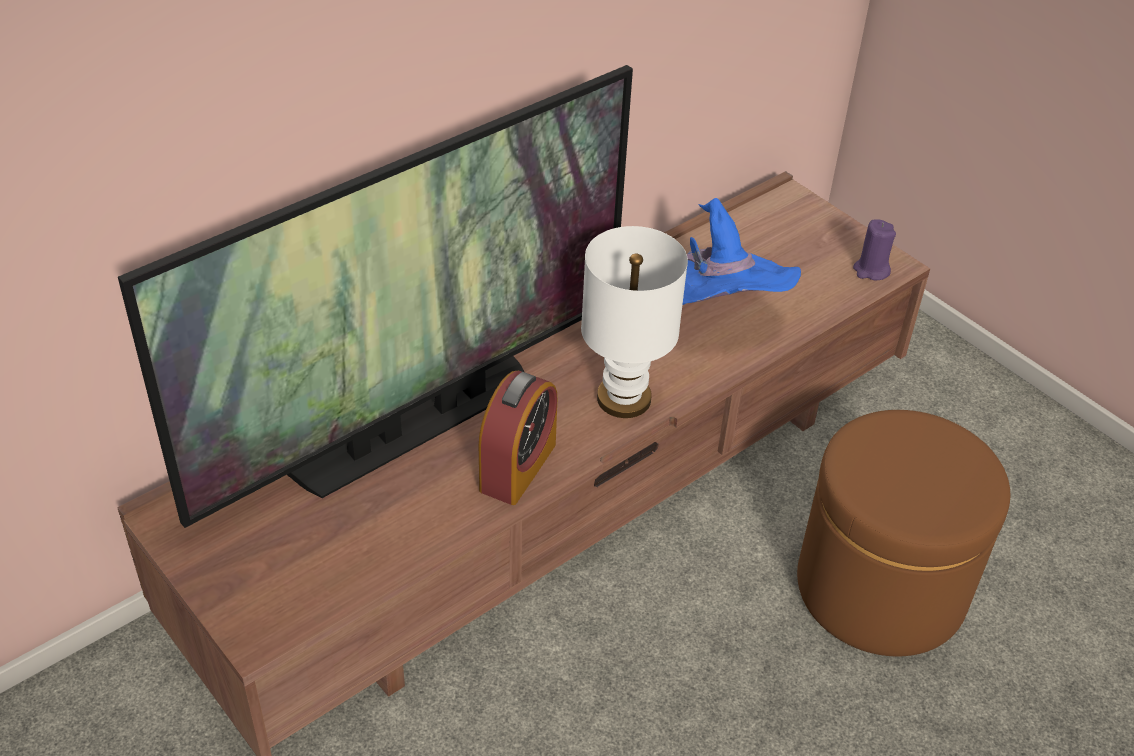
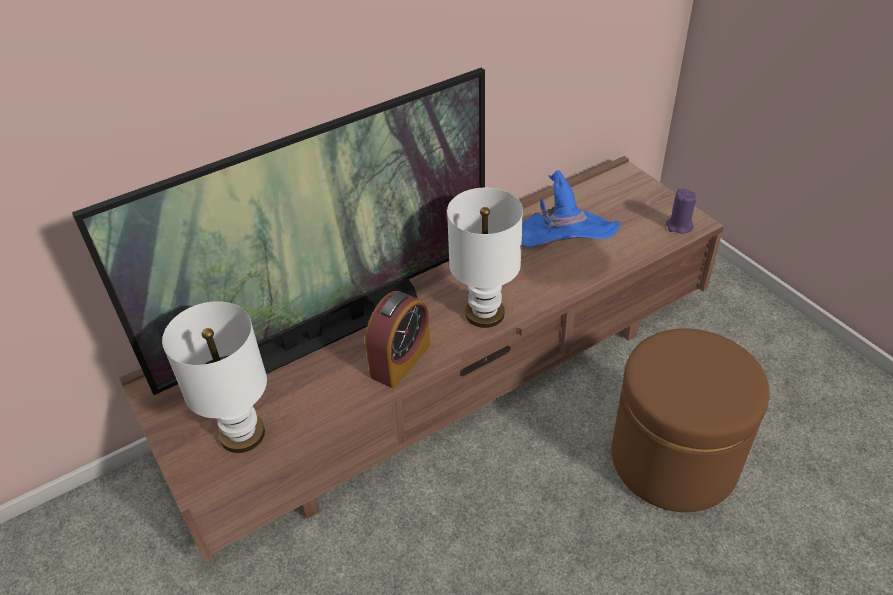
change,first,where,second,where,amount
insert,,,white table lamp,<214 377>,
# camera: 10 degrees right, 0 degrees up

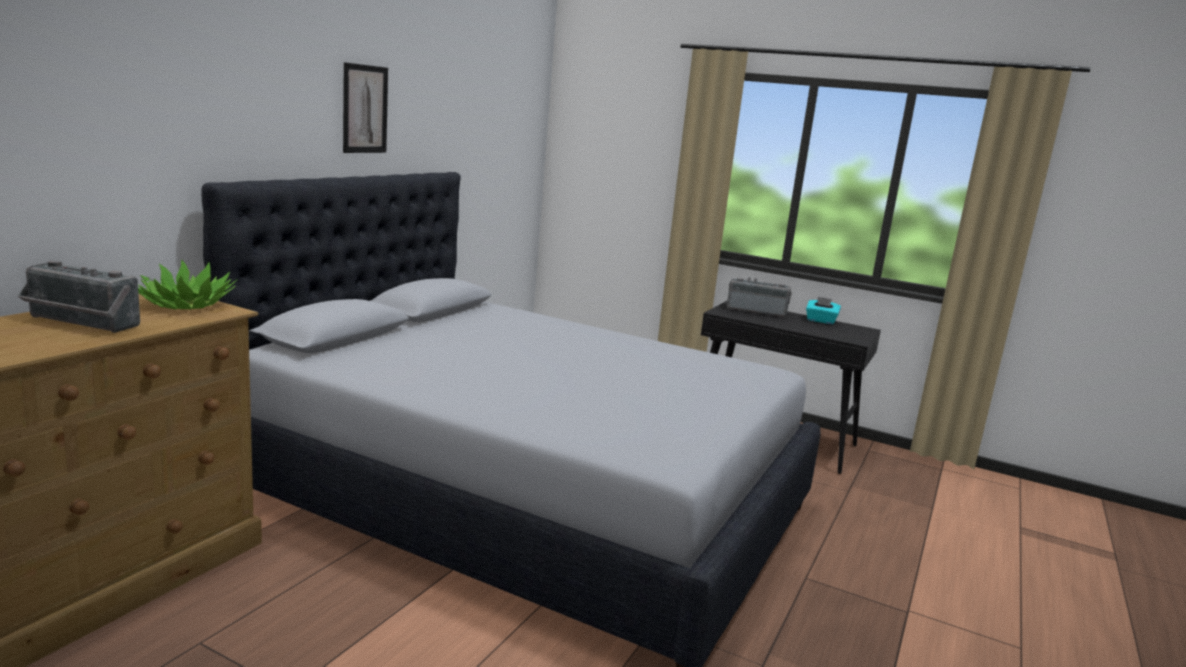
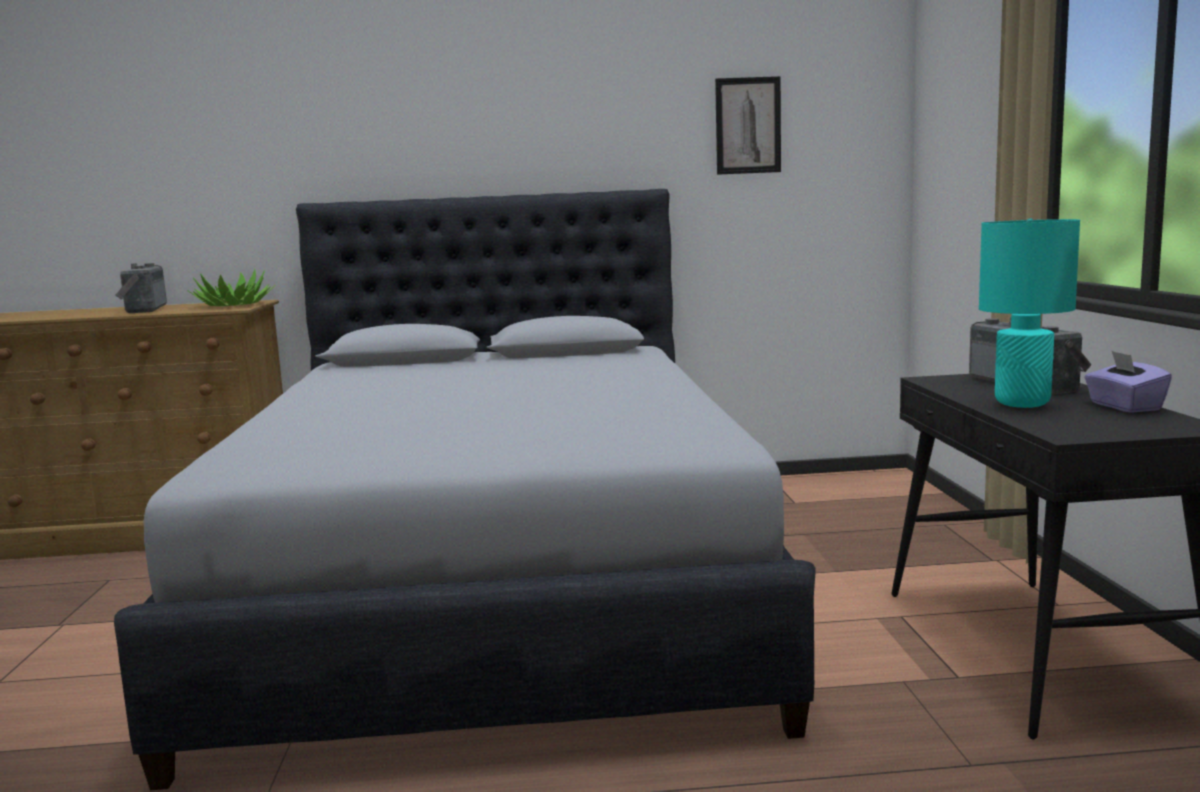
change,first,where,second,where,amount
move,picture,<365 107>,,<748 125>,
recolor,turquoise tissue box,<823 310>,purple tissue box,<1128 381>,
insert,,,turquoise table lamp,<1029 313>,
# camera: 60 degrees right, 5 degrees down

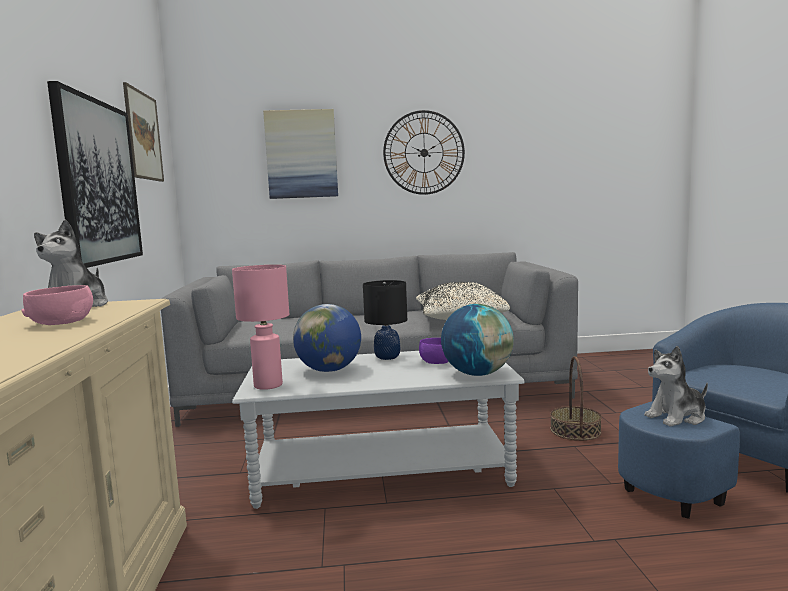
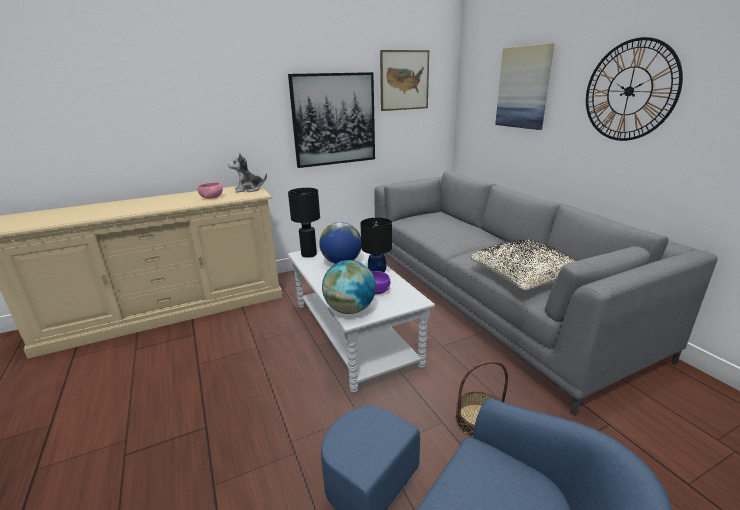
change,first,where,second,where,amount
recolor,pink table lamp,<260 327>,black table lamp,<304 223>,
delete,plush toy,<676 386>,,,
# camera: 70 degrees right, 15 degrees up

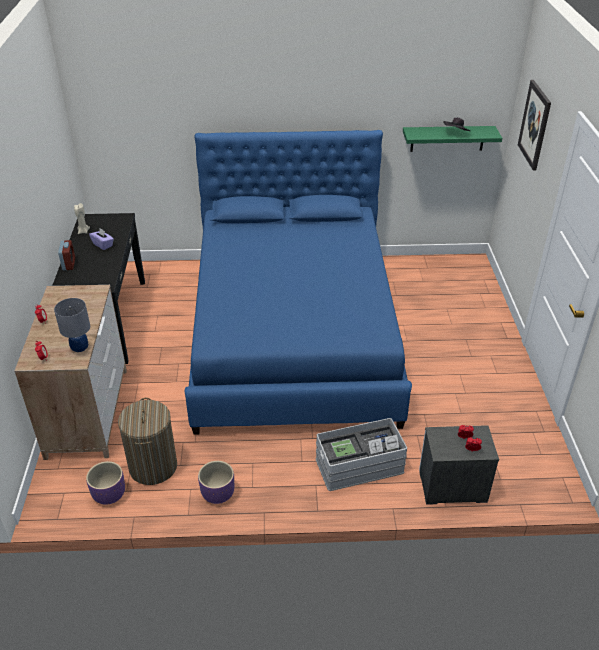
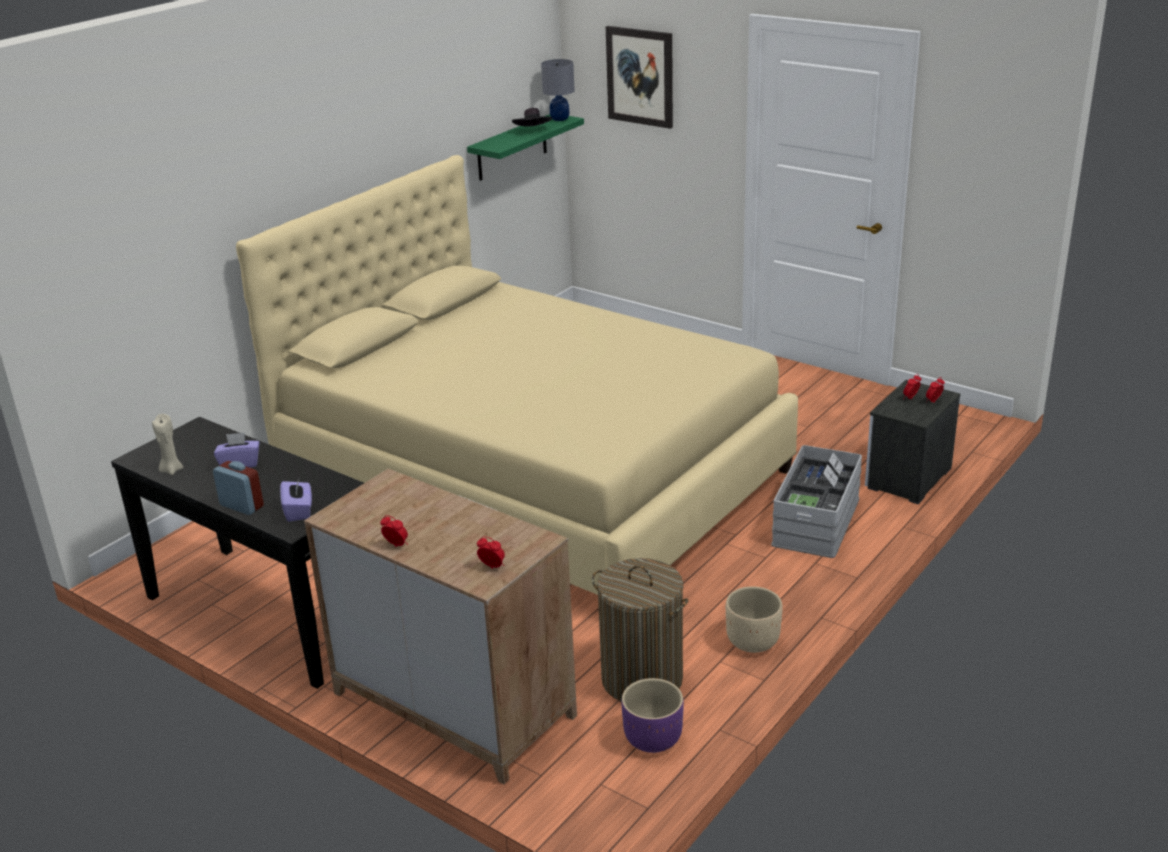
change,first,where,second,where,amount
recolor,blue bed,<298 282>,beige bed,<517 375>,
move,grey table lamp,<72 325>,,<558 90>,
recolor,purple planter,<216 482>,beige planter,<754 619>,
insert,,,purple tissue box,<296 500>,
# camera: 50 degrees left, 10 degrees down

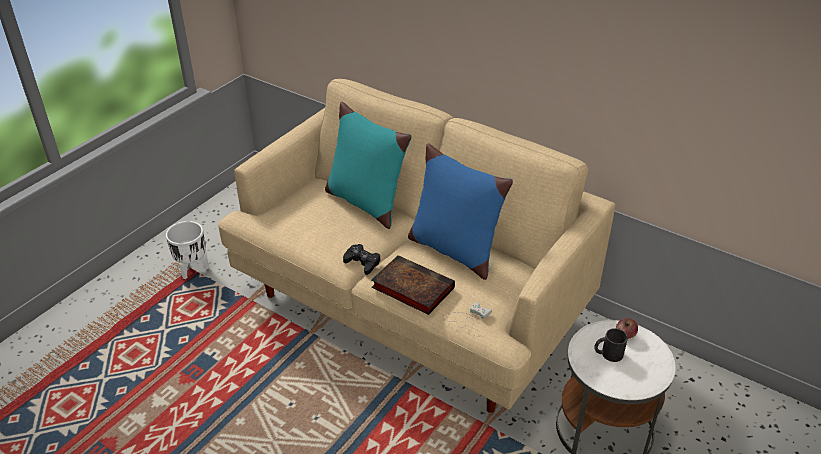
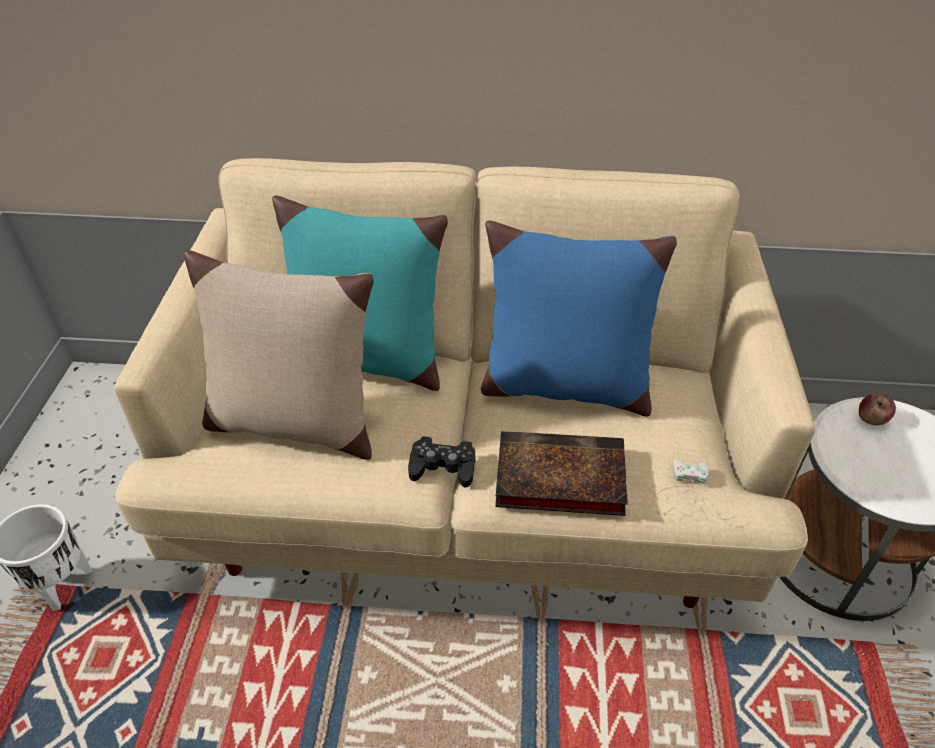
change,first,where,second,where,amount
delete,black mug,<611 345>,,,
insert,,,beige pillow,<279 355>,
# camera: 30 degrees left, 5 degrees up

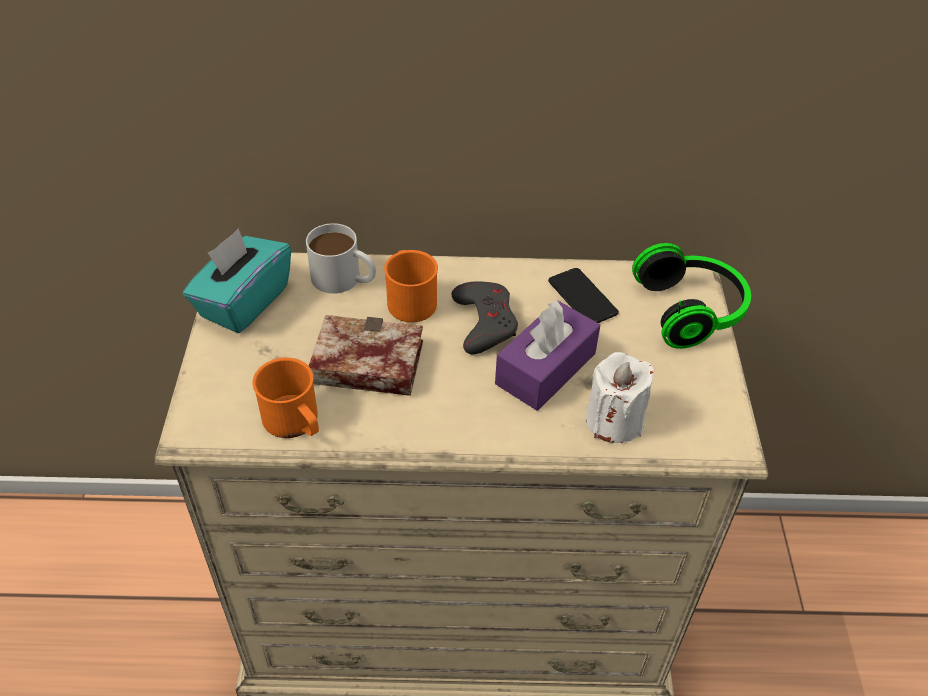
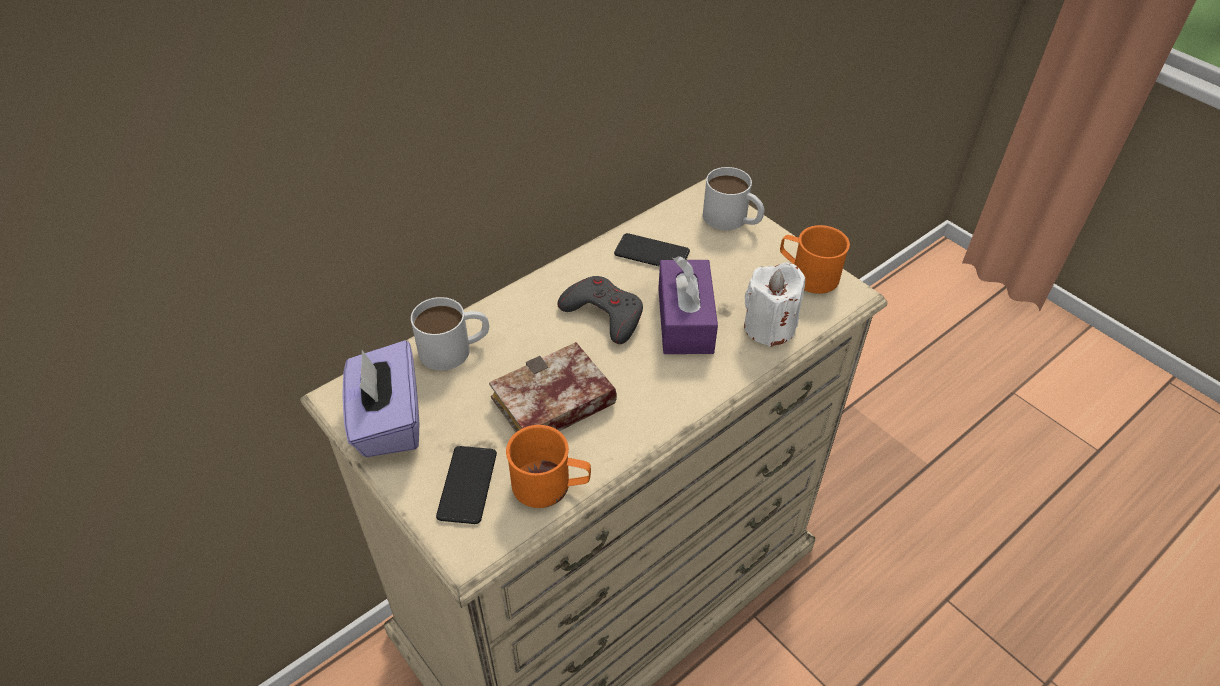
change,first,where,second,where,amount
recolor,turquoise tissue box,<237 280>,purple tissue box,<380 398>,
replace,headphones,<691 296>,white mug,<733 198>,
move,orange mug,<411 286>,,<815 259>,
insert,,,phone,<466 485>,
# camera: 40 degrees left, 0 degrees up

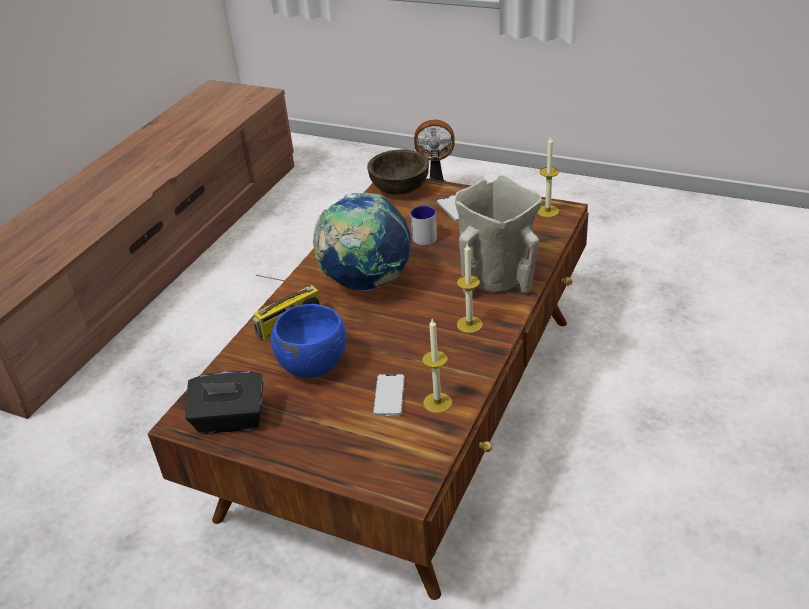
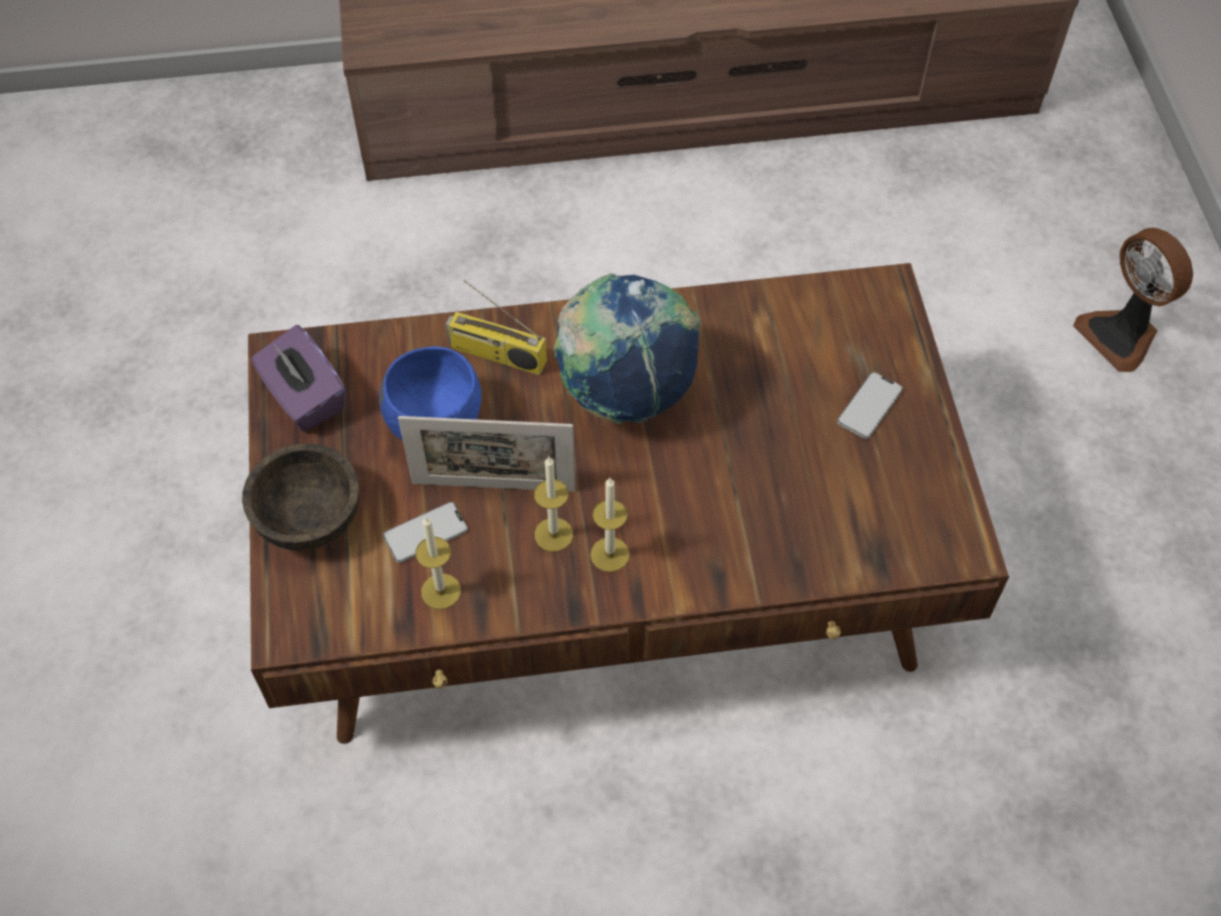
change,first,where,second,where,amount
move,candle,<548 176>,,<553 504>,
move,brown bowl,<398 172>,,<300 497>,
delete,beige vase,<498 235>,,,
delete,mug,<423 225>,,,
recolor,black tissue box,<224 402>,purple tissue box,<298 378>,
insert,,,picture frame,<487 454>,
# camera: 55 degrees right, 20 degrees up

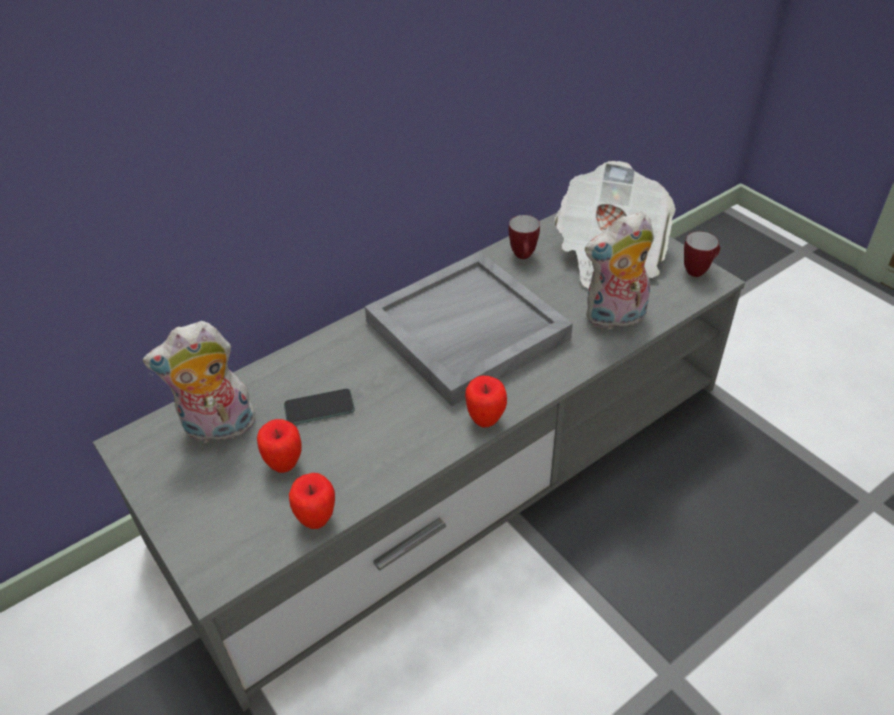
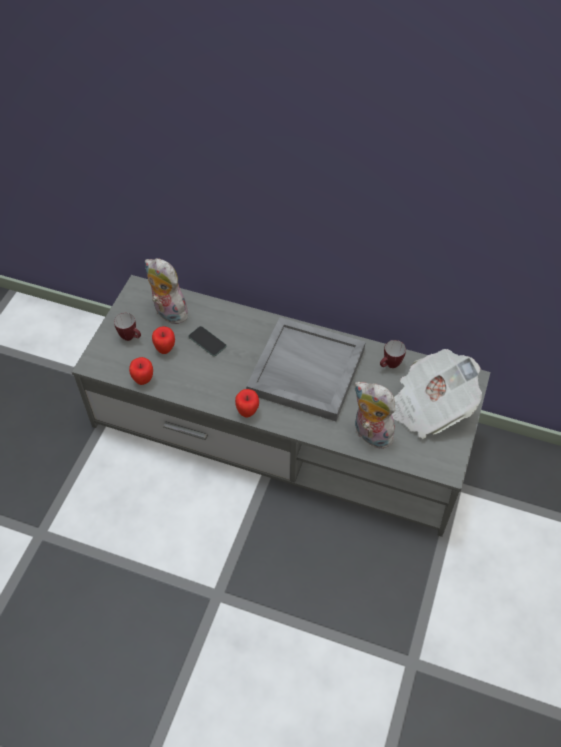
change,first,where,second,where,amount
move,mug,<702 254>,,<127 327>,
# camera: 55 degrees right, 10 degrees up

